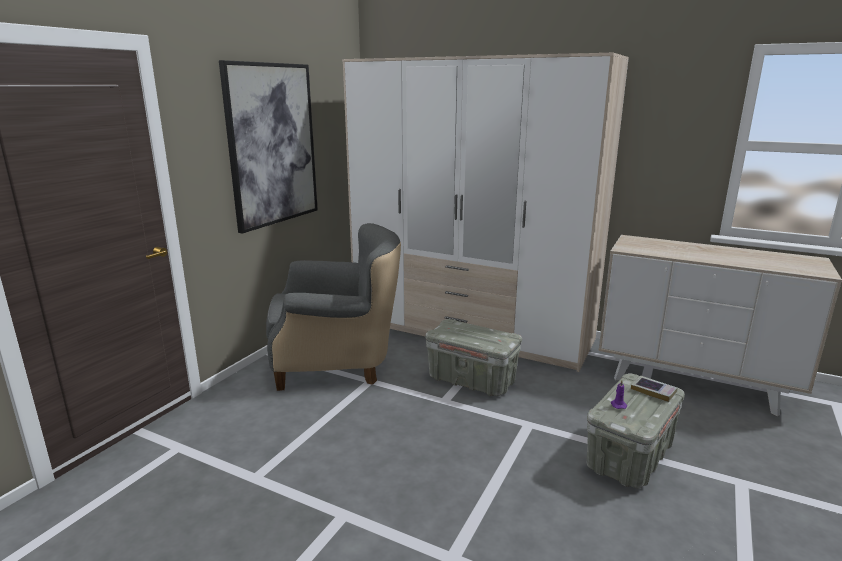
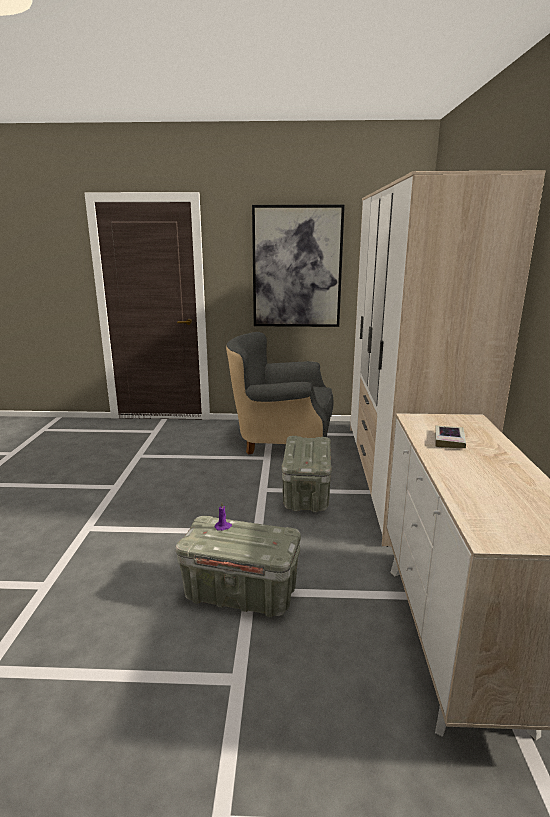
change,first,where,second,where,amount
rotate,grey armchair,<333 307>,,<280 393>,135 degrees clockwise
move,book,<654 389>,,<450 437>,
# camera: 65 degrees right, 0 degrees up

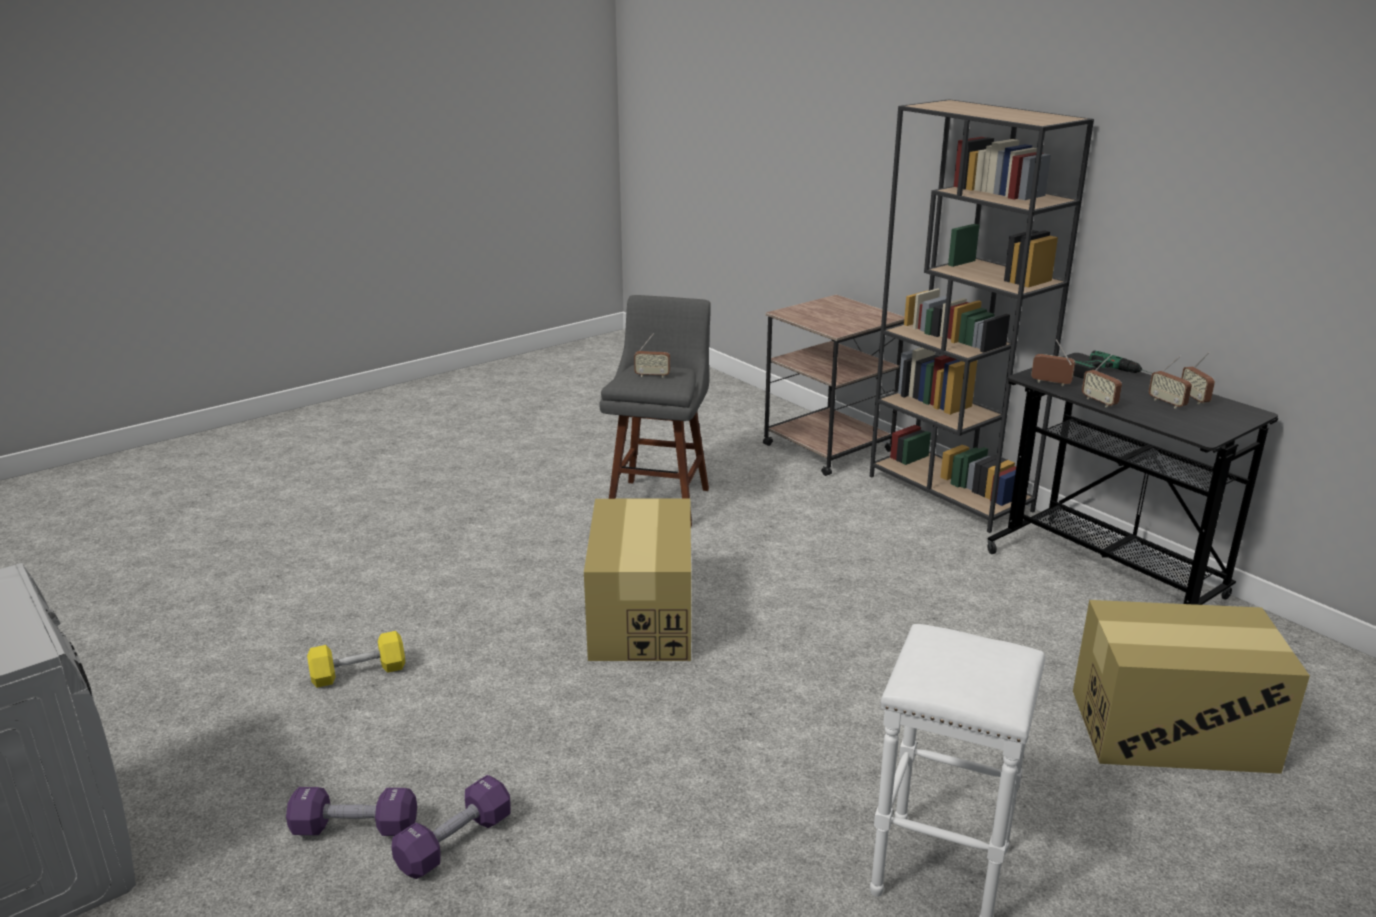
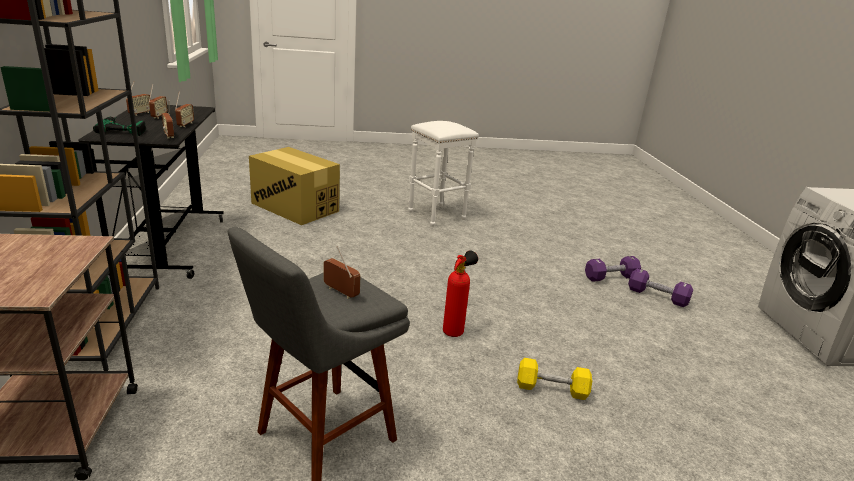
change,first,where,second,where,amount
replace,cardboard box,<637 580>,fire extinguisher,<460 293>,
move,yellow dumbbell,<356 659>,,<554 379>,
# camera: 150 degrees left, 0 degrees up

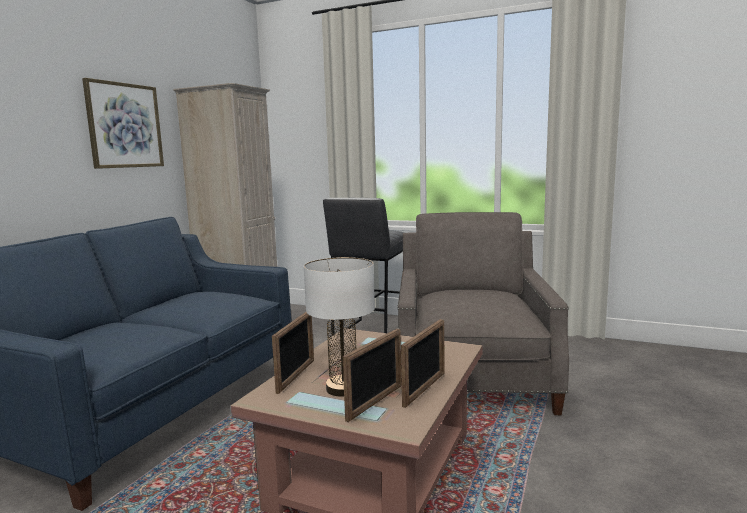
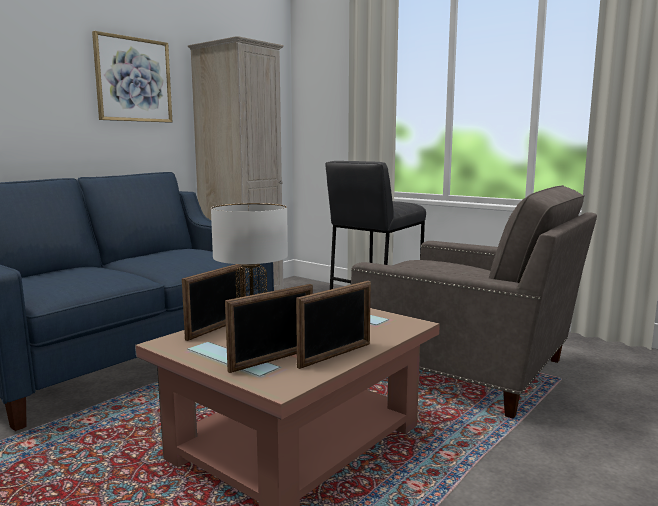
change,first,where,second,where,amount
rotate,grey armchair,<483 313>,,<474 302>,105 degrees clockwise
# camera: 15 degrees right, 0 degrees up

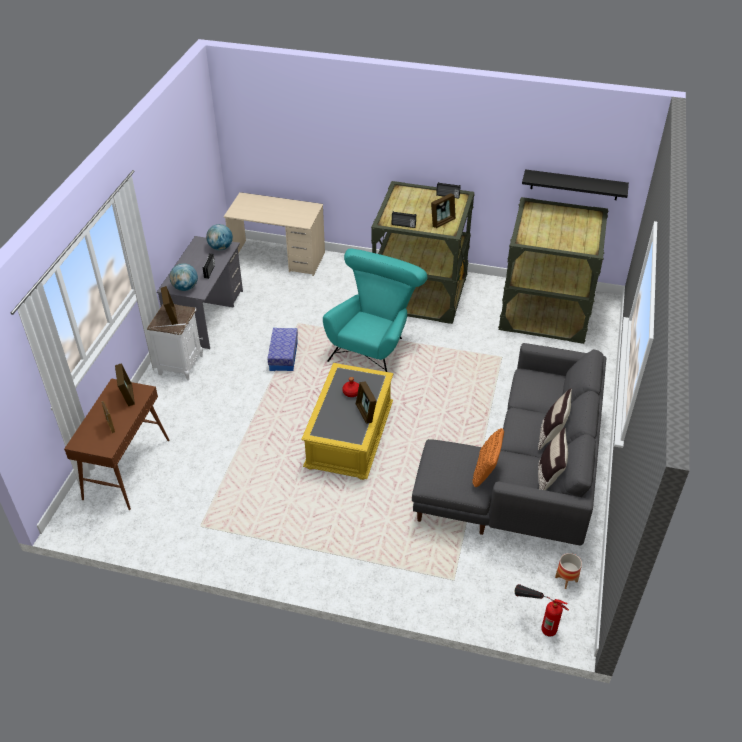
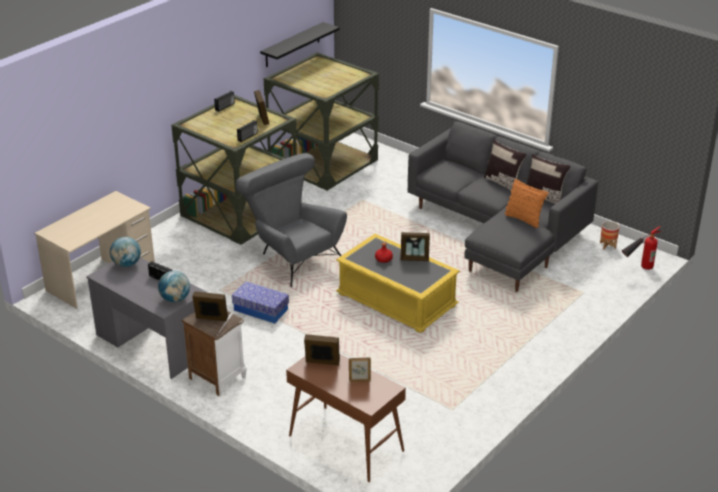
change,first,where,second,where,amount
recolor,turquoise armchair,<375 310>,grey armchair,<291 220>,
# camera: 65 degrees left, 10 degrees down

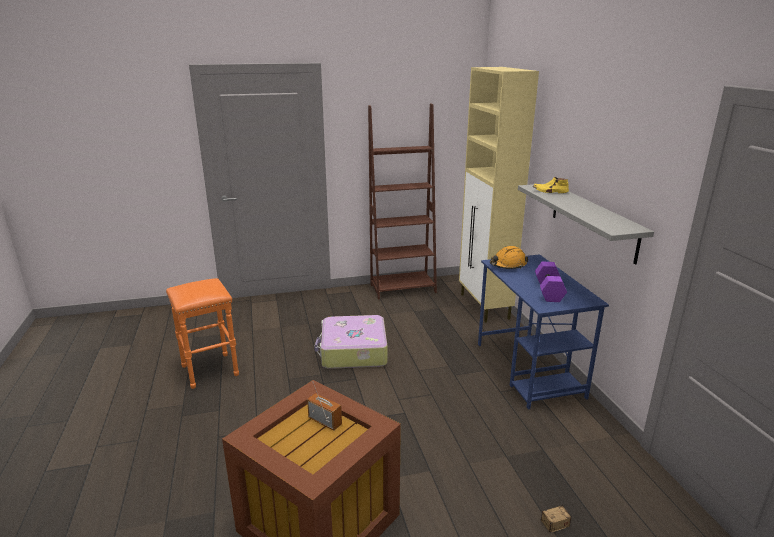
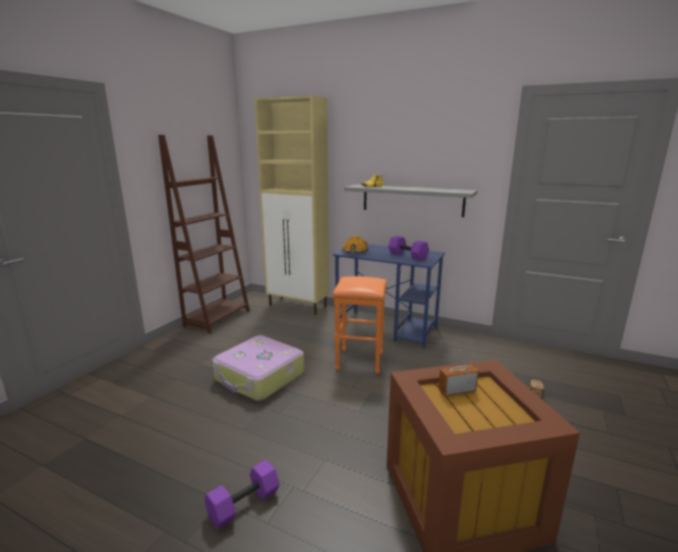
change,first,where,second,where,amount
move,orange stool,<202 333>,,<360 325>,
insert,,,purple dumbbell,<242 494>,
# camera: 50 degrees left, 5 degrees down

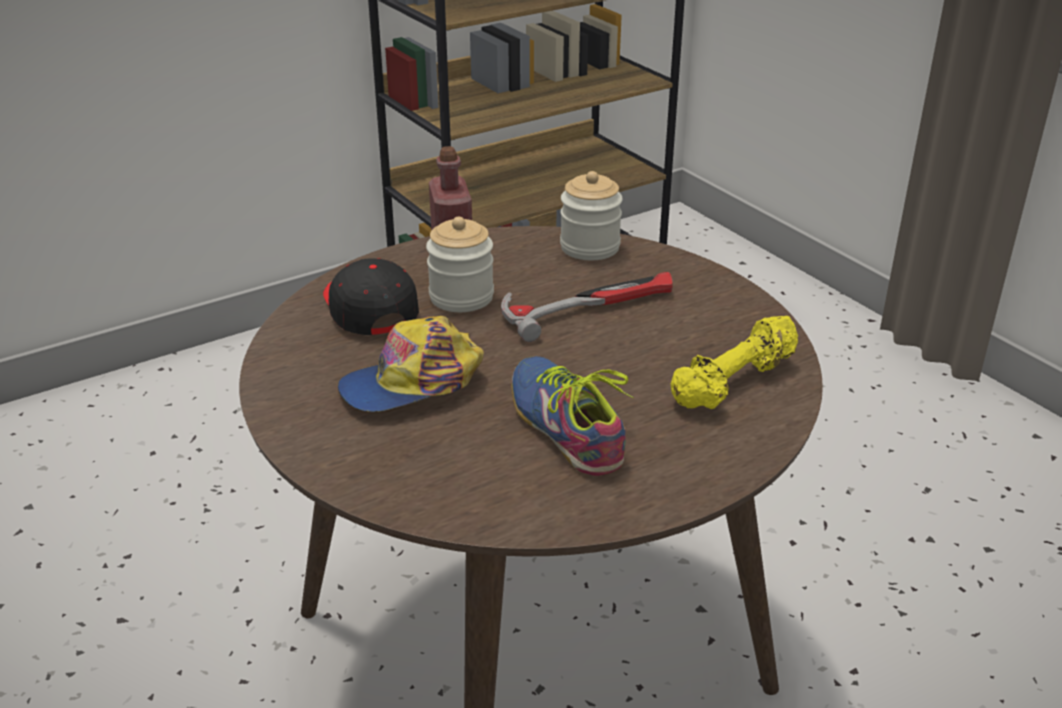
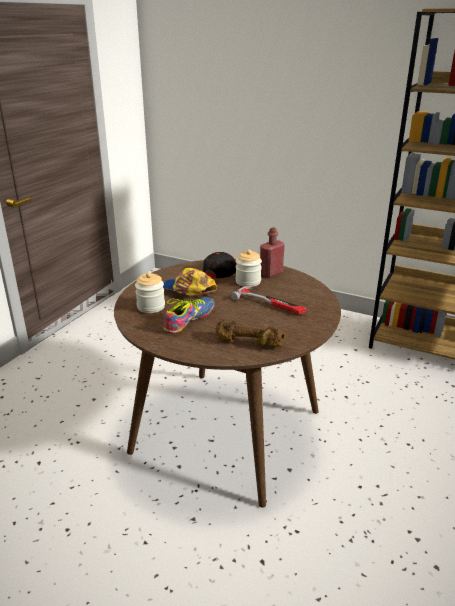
change,first,where,second,where,amount
move,jar,<591 215>,,<150 292>,
recolor,yellow dumbbell,<734 362>,brown dumbbell,<250 333>,
# camera: 60 degrees right, 5 degrees down

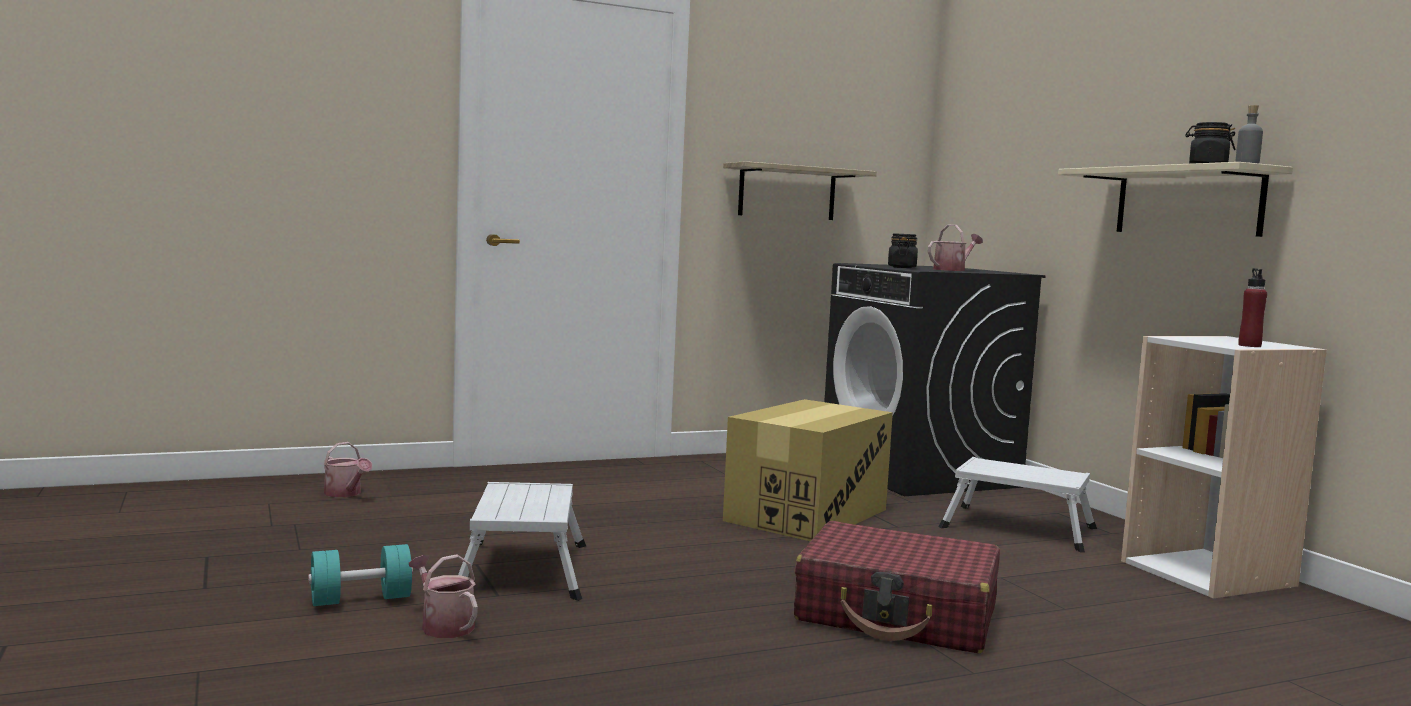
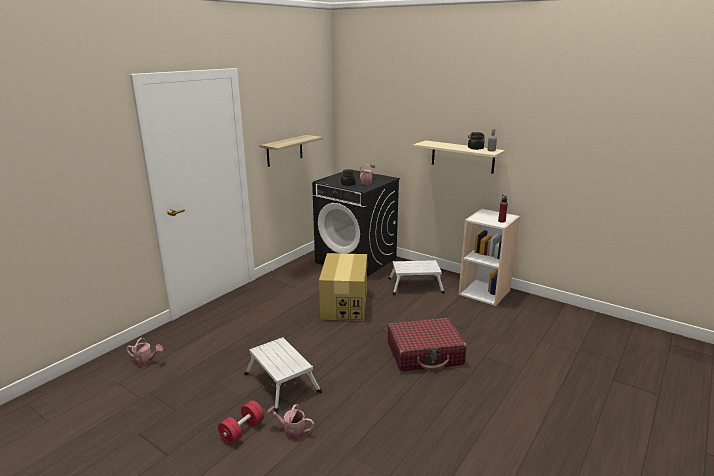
change,first,where,second,where,amount
recolor,turquoise dumbbell,<360 575>,red dumbbell,<241 422>,
# camera: 30 degrees left, 15 degrees up

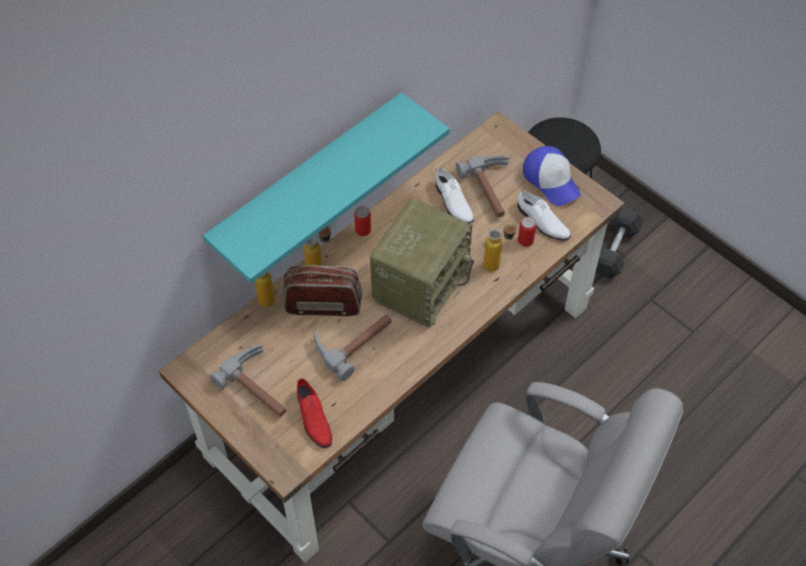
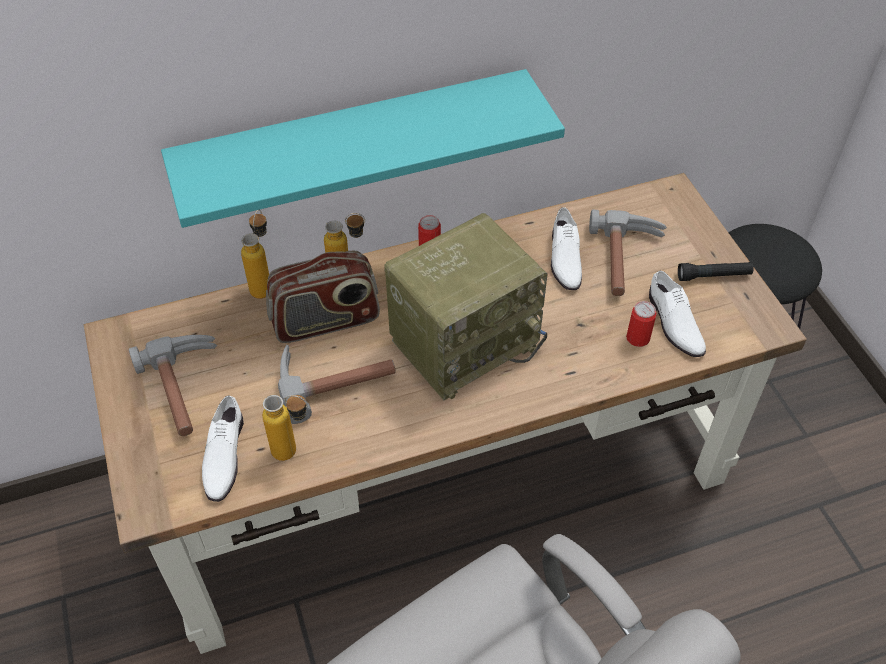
change,first,where,second,where,amount
replace,cap,<552 176>,black flashlight,<716 271>,
delete,grey dumbbell,<619 242>,,,
move,bottle,<500 248>,,<285 428>,
rotate,radio,<322 290>,,<323 296>,135 degrees clockwise
recolor,red shoe,<314 413>,white shoe,<223 448>,
# camera: 25 degrees right, 5 degrees down

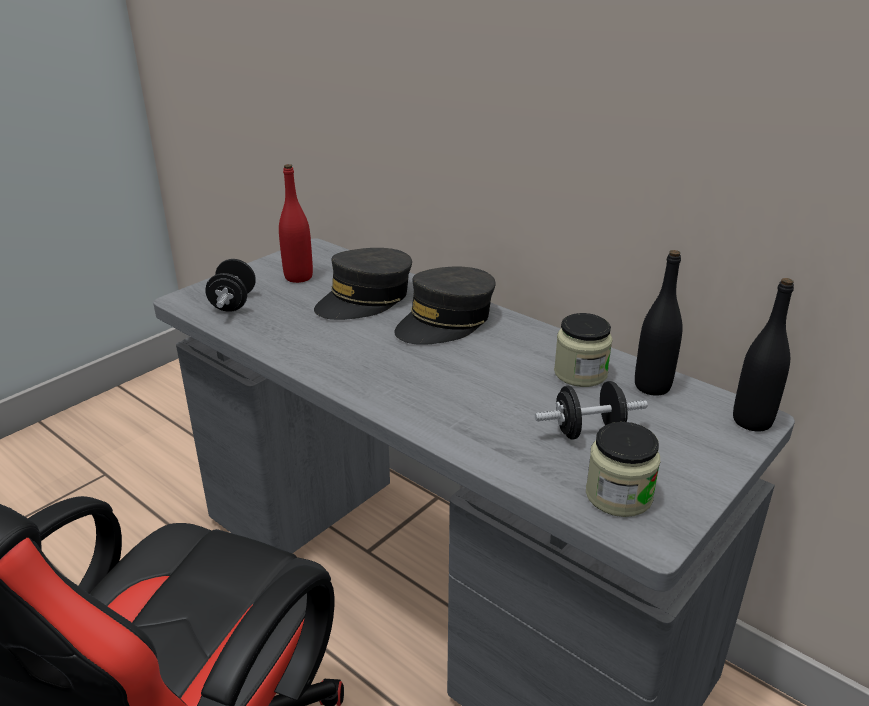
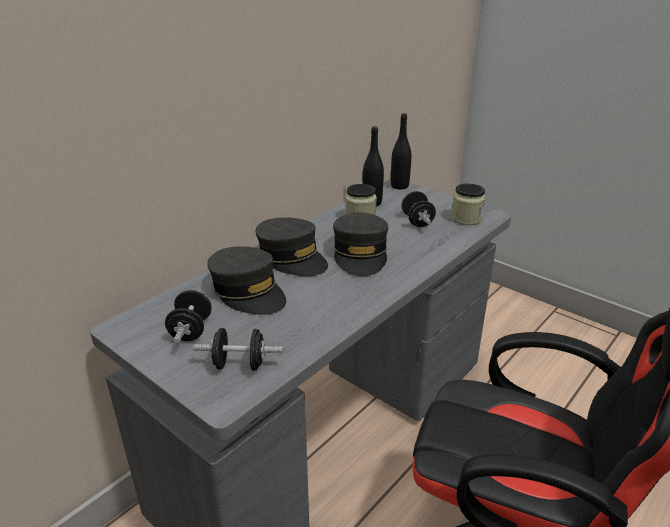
change,first,where,second,where,amount
replace,red bottle,<296 223>,black dumbbell,<188 316>,
insert,,,grey cap,<360 244>,
# camera: 90 degrees left, 0 degrees up

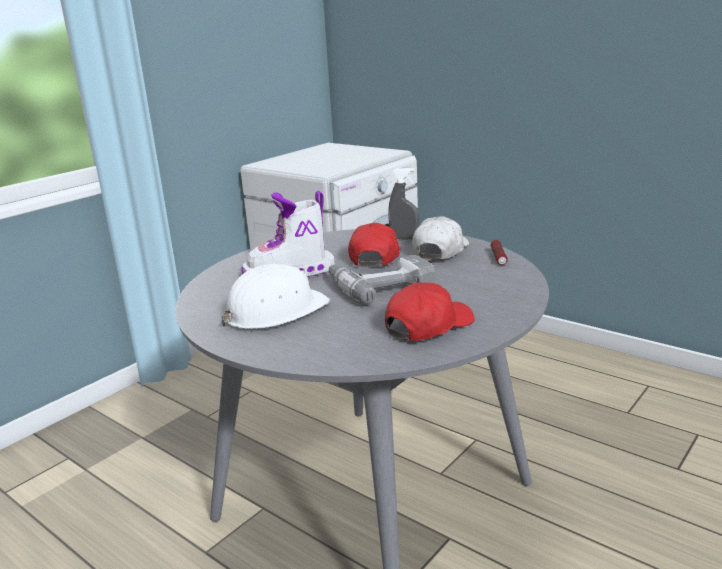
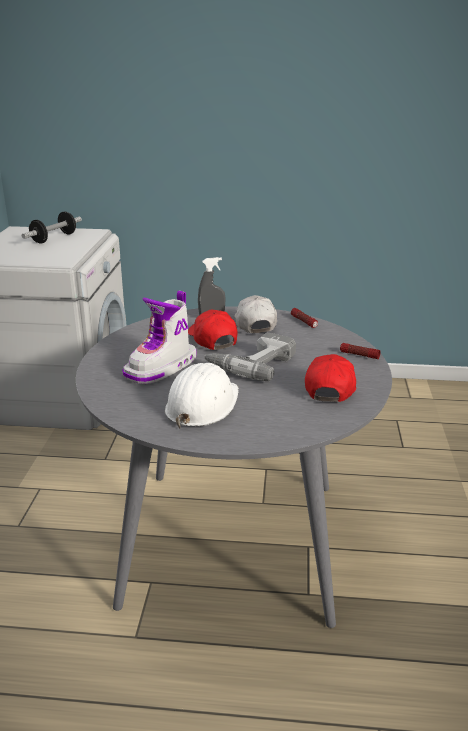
change,first,where,second,where,amount
insert,,,dumbbell,<52 227>,
insert,,,flashlight,<360 351>,
# camera: 35 degrees left, 5 degrees up

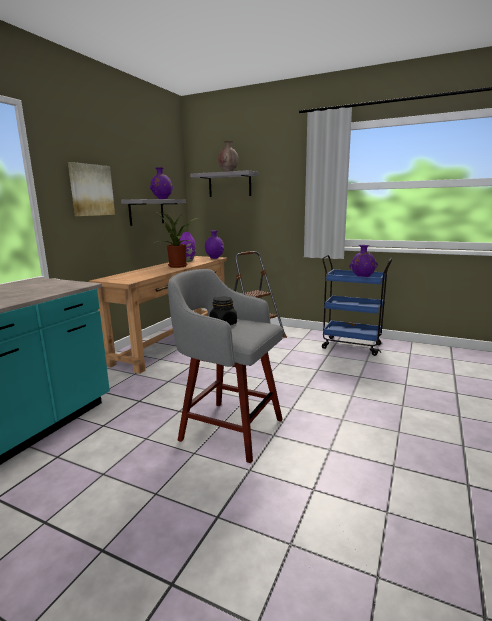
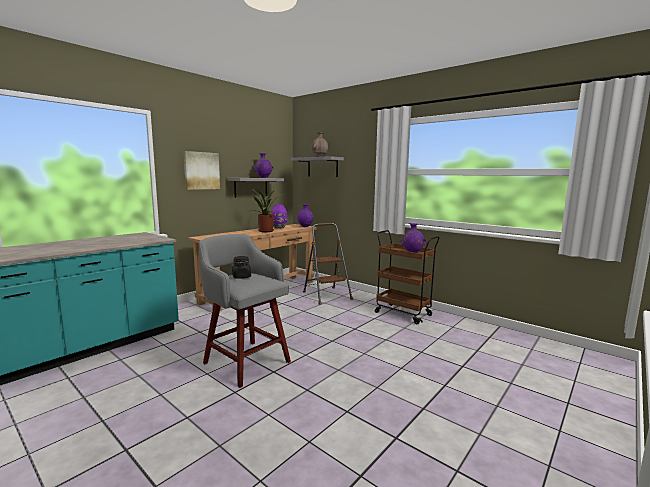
change,first,where,second,where,amount
recolor,blue cart,<357 305>,brown cart,<407 277>,
# camera: 15 degrees right, 5 degrees down

